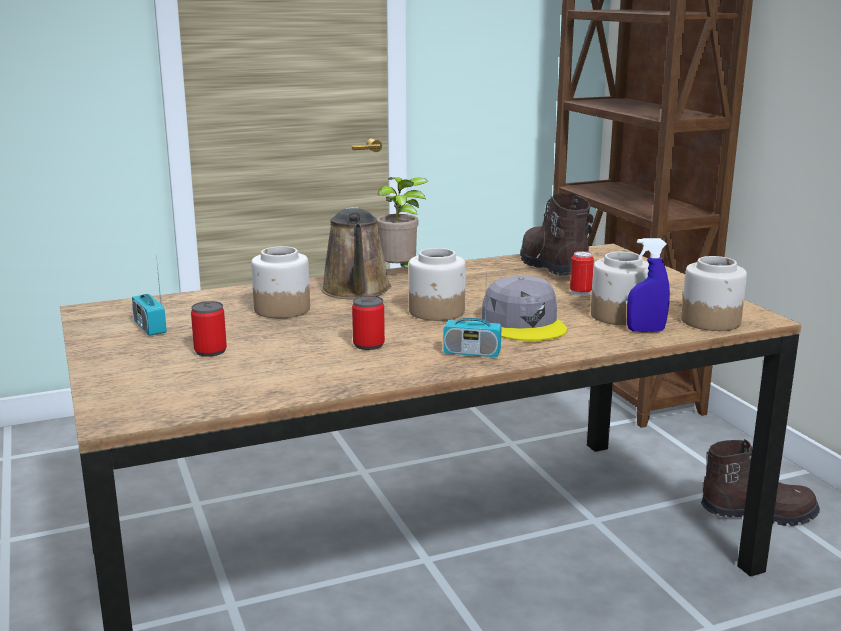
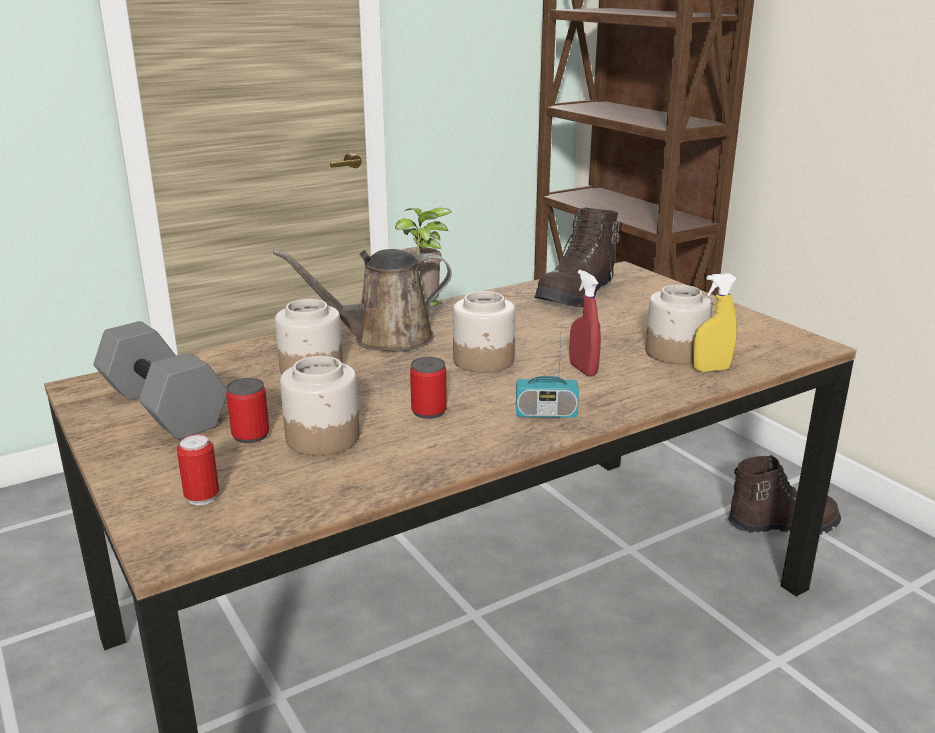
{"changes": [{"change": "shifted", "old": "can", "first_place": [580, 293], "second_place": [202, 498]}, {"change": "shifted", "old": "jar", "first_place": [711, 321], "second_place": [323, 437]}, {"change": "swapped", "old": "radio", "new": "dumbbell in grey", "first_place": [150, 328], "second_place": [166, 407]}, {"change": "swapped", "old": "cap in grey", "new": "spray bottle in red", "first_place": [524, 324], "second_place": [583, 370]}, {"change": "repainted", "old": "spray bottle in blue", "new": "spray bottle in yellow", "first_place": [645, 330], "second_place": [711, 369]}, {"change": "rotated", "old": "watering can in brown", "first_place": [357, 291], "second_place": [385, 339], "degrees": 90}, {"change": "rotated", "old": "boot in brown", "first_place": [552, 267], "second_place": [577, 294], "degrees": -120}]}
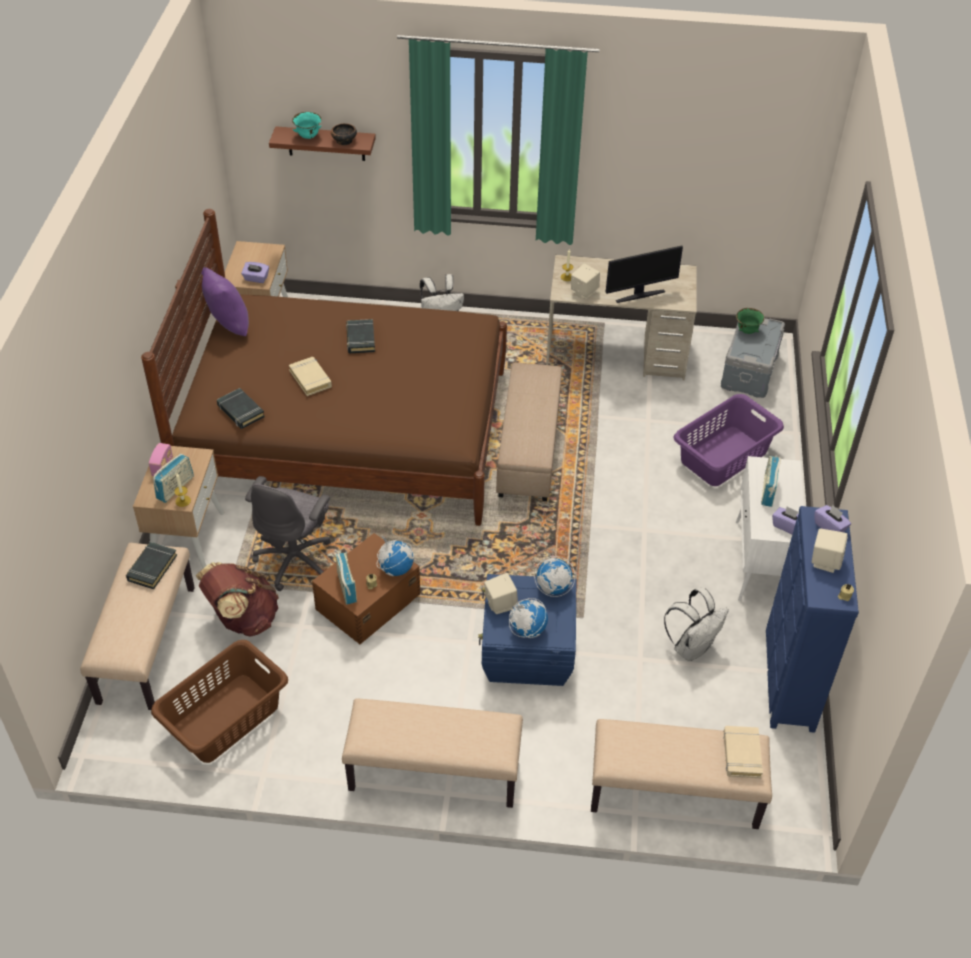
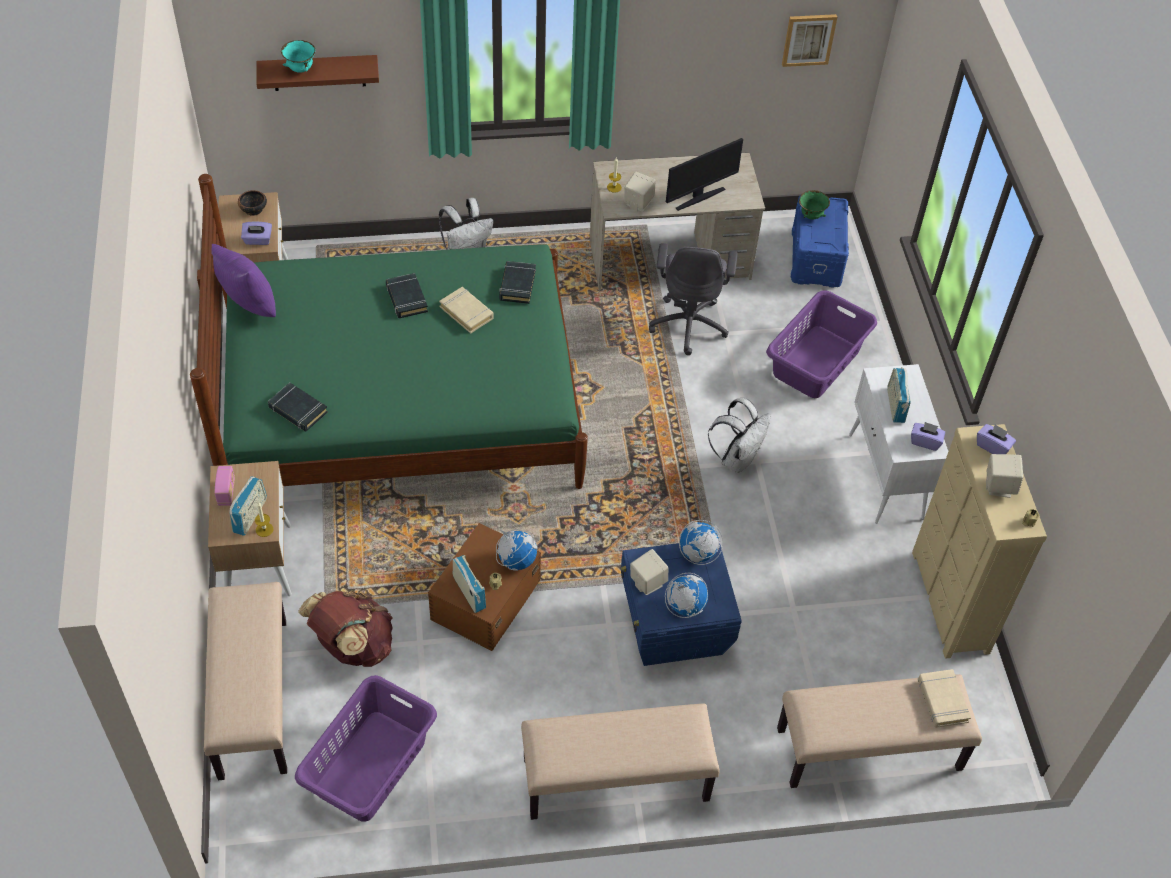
{"changes": [{"change": "gone", "old": "ottoman in beige", "first_place": [527, 449]}, {"change": "new", "new": "picture", "second_place": [808, 39]}, {"change": "shifted", "old": "book in black", "first_place": [152, 568], "second_place": [517, 285]}, {"change": "shifted", "old": "office chair in grey", "first_place": [295, 560], "second_place": [689, 324]}, {"change": "shifted", "old": "book in beige", "first_place": [310, 379], "second_place": [467, 312]}, {"change": "shifted", "old": "bowl", "first_place": [344, 141], "second_place": [253, 210]}, {"change": "shifted", "old": "backpack in white", "first_place": [692, 647], "second_place": [737, 458]}, {"change": "repainted", "old": "bed in brown", "new": "bed in green", "first_place": [347, 433], "second_place": [401, 404]}, {"change": "repainted", "old": "laundry basket in brown", "new": "laundry basket in purple", "first_place": [224, 718], "second_place": [369, 766]}, {"change": "repainted", "old": "storage box in grey", "new": "storage box in blue", "first_place": [750, 371], "second_place": [817, 257]}, {"change": "repainted", "old": "dresser in blue", "new": "dresser in beige", "first_place": [788, 680], "second_place": [948, 602]}]}
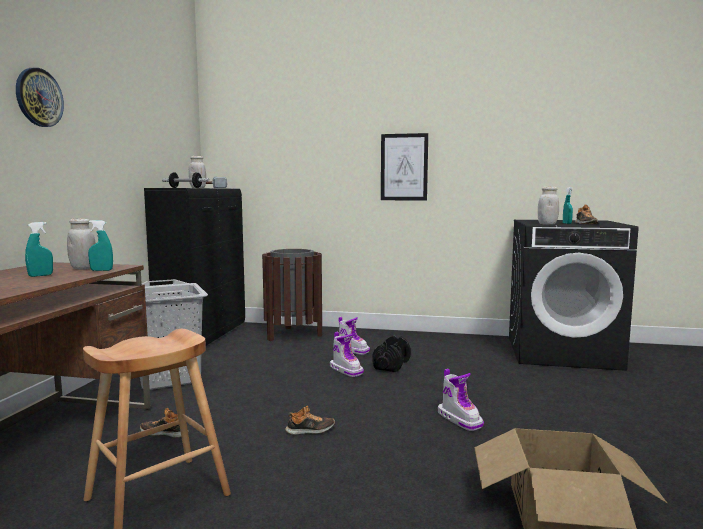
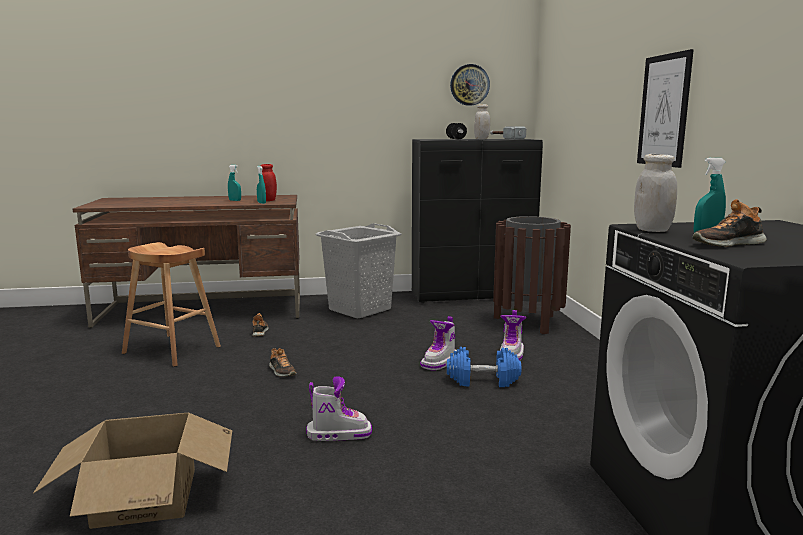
{"changes": [{"change": "shifted", "old": "wall clock", "first_place": [39, 97], "second_place": [469, 85]}, {"change": "repainted", "old": "jar in white", "new": "jar in red", "first_place": [83, 268], "second_place": [268, 200]}, {"change": "repainted", "old": "dumbbell in black", "new": "dumbbell in blue", "first_place": [391, 365], "second_place": [482, 380]}, {"change": "rotated", "old": "boot", "first_place": [460, 419], "second_place": [338, 434], "degrees": -135}]}
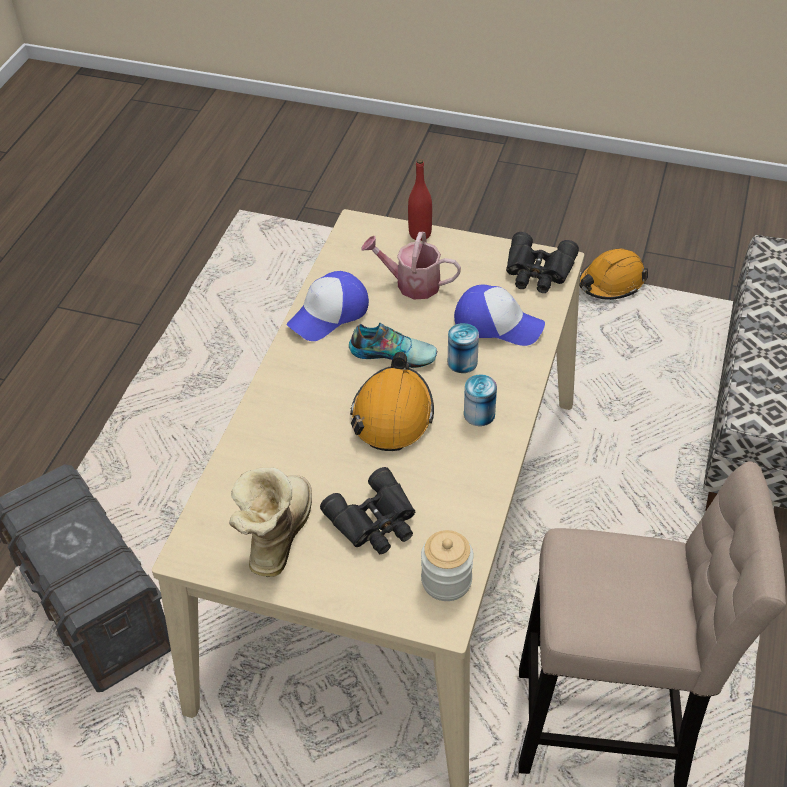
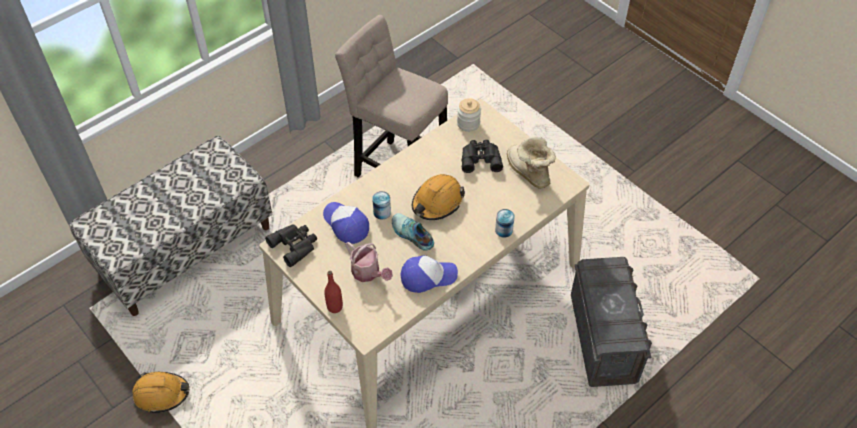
{"changes": [{"change": "shifted", "old": "can", "first_place": [479, 414], "second_place": [504, 230]}, {"change": "rotated", "old": "boot", "first_place": [275, 535], "second_place": [527, 173], "degrees": 105}]}
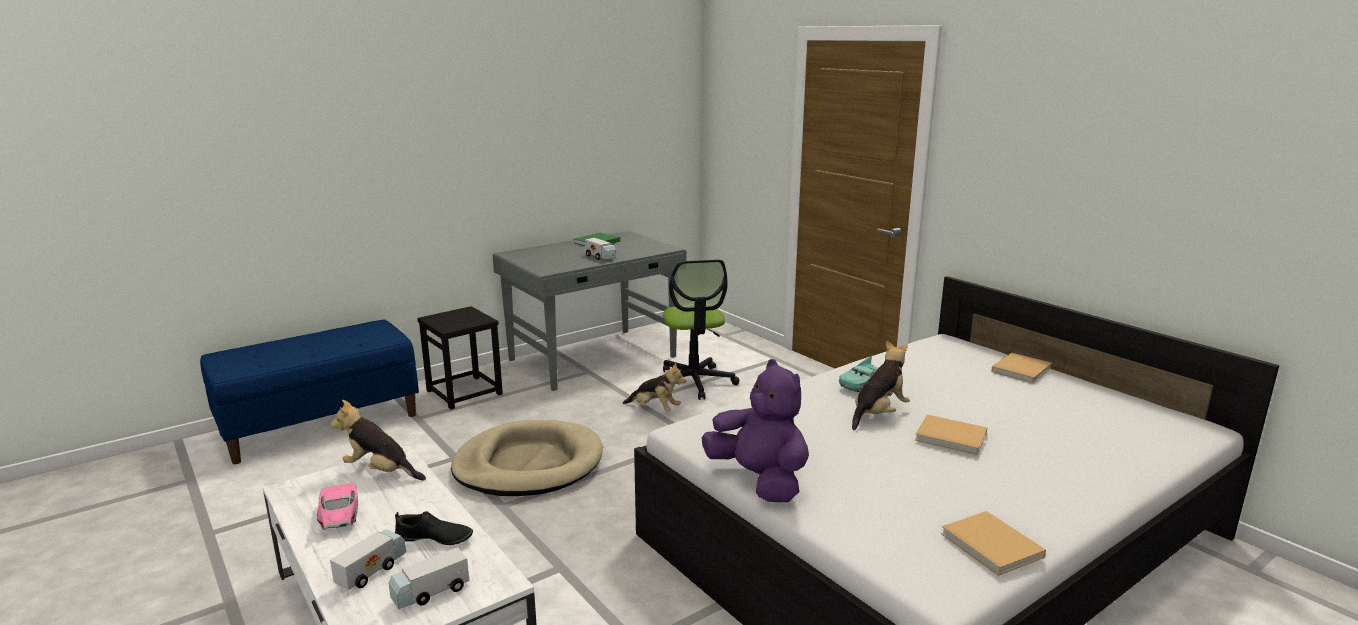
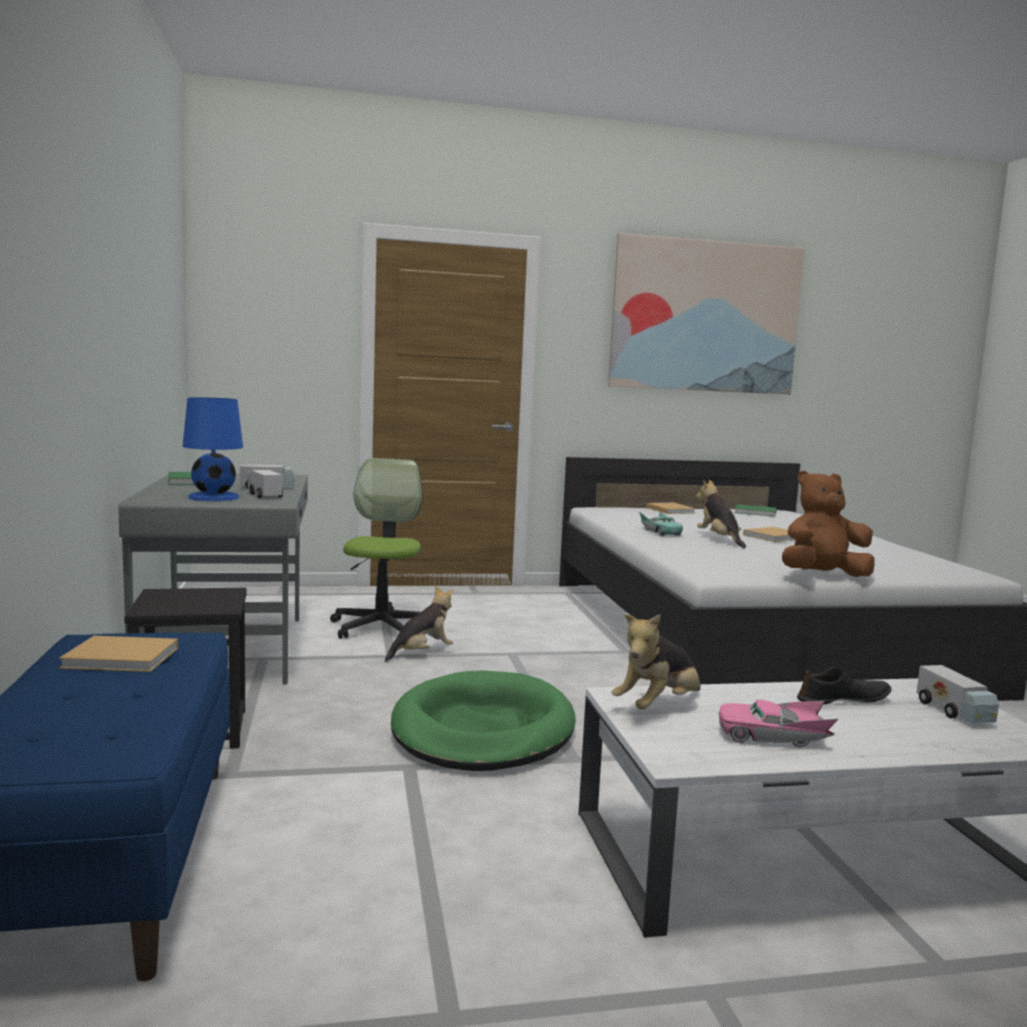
{"changes": [{"change": "new", "new": "table lamp in blue", "second_place": [213, 497]}, {"change": "new", "new": "picture", "second_place": [705, 316]}, {"change": "new", "new": "book in green", "second_place": [757, 512]}, {"change": "shifted", "old": "toy truck", "first_place": [372, 570], "second_place": [264, 495]}, {"change": "shifted", "old": "book in beige", "first_place": [993, 547], "second_place": [124, 658]}, {"change": "repainted", "old": "dog bed in beige", "new": "dog bed in green", "first_place": [528, 464], "second_place": [483, 729]}, {"change": "repainted", "old": "plush toy in purple", "new": "plush toy in brown", "first_place": [759, 480], "second_place": [822, 576]}, {"change": "rotated", "old": "shoe in black", "first_place": [434, 538], "second_place": [843, 700], "degrees": 45}, {"change": "rotated", "old": "office chair", "first_place": [694, 382], "second_place": [381, 627], "degrees": -105}]}
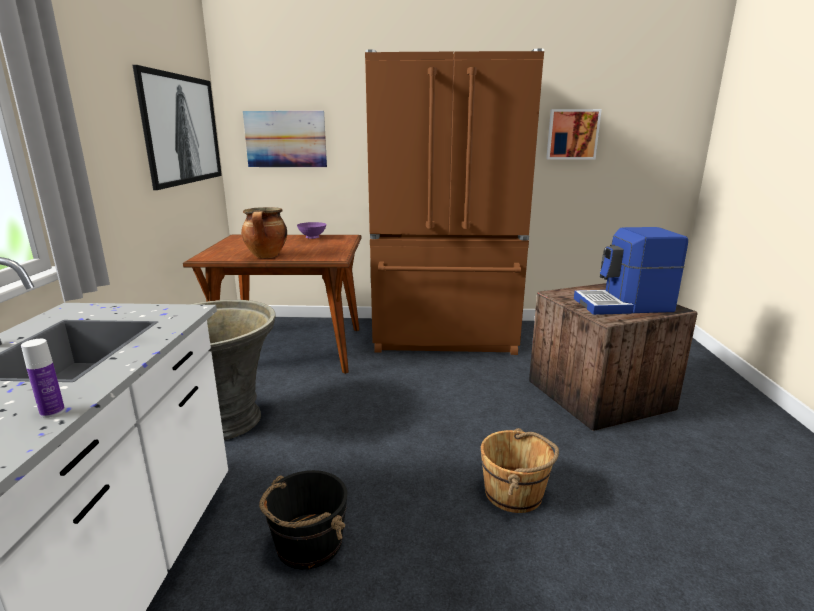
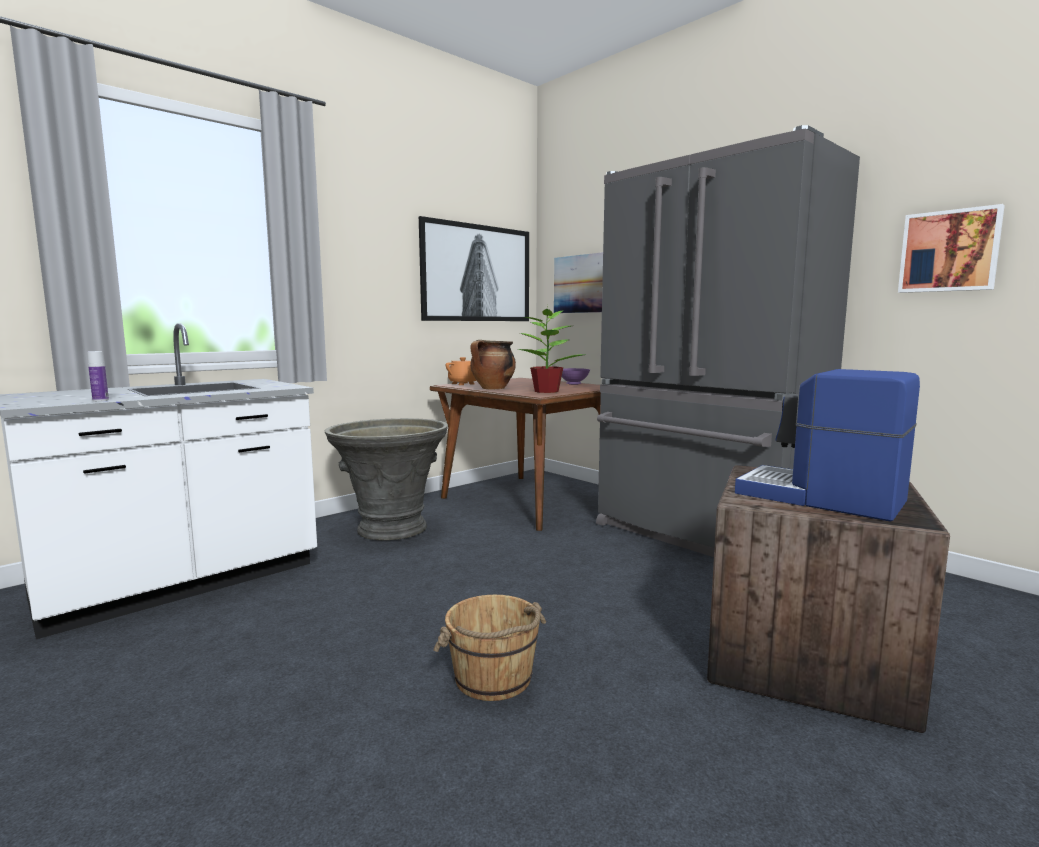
{"changes": [{"change": "gone", "old": "bucket in black", "first_place": [308, 544]}, {"change": "new", "new": "teapot in orange", "second_place": [463, 384]}, {"change": "new", "new": "potted plant", "second_place": [547, 391]}, {"change": "repainted", "old": "fridge in brown", "new": "fridge in grey", "first_place": [445, 338], "second_place": [702, 535]}]}
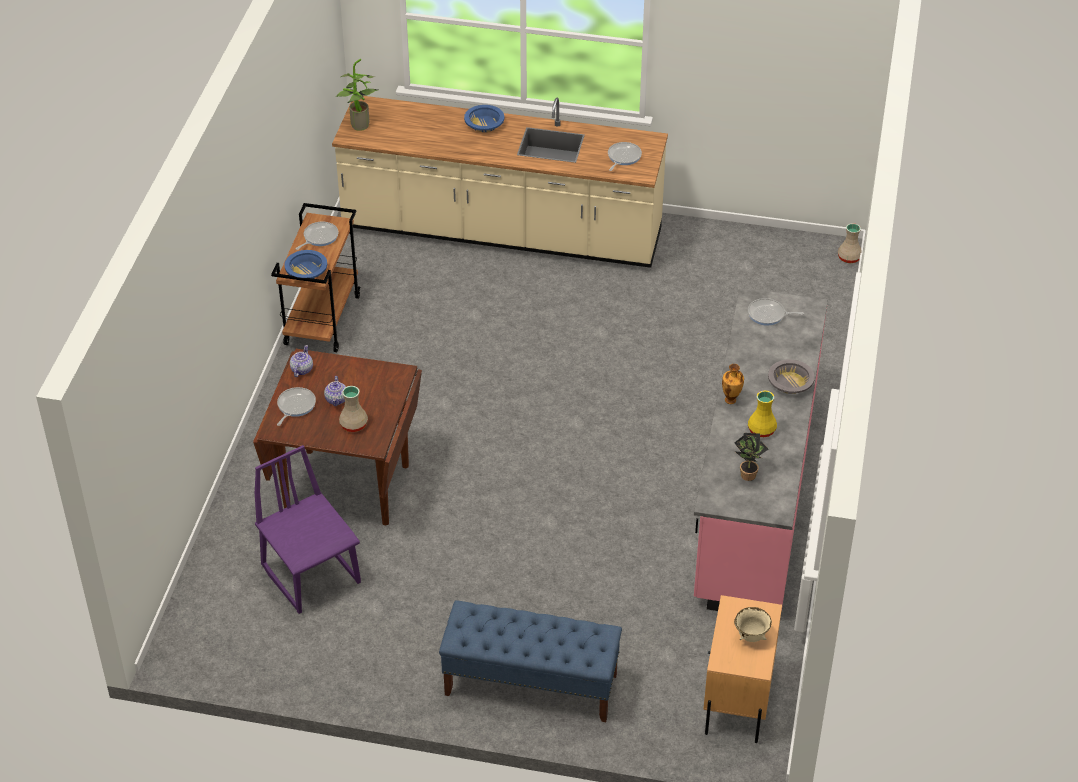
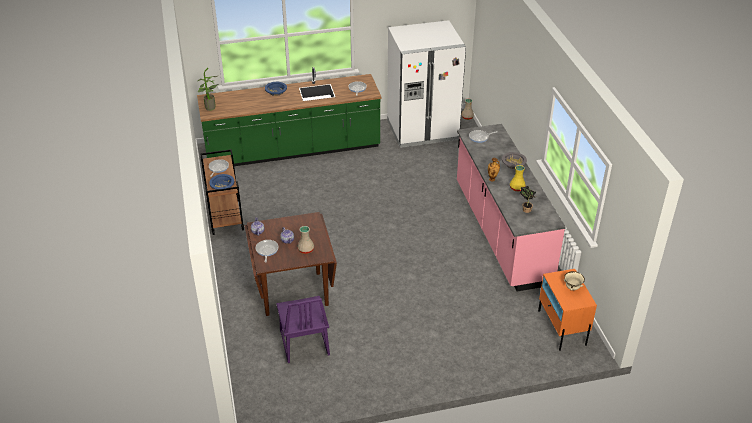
{"changes": [{"change": "gone", "old": "bench in blue", "first_place": [530, 685]}, {"change": "new", "new": "fridge in white", "second_place": [422, 130]}, {"change": "repainted", "old": "counter in beige", "new": "counter in green", "first_place": [502, 232], "second_place": [293, 150]}, {"change": "repainted", "old": "nightstand in beige", "new": "nightstand in orange", "first_place": [737, 698], "second_place": [562, 327]}, {"change": "rotated", "old": "chair in purple", "first_place": [312, 574], "second_place": [304, 343], "degrees": -135}]}
